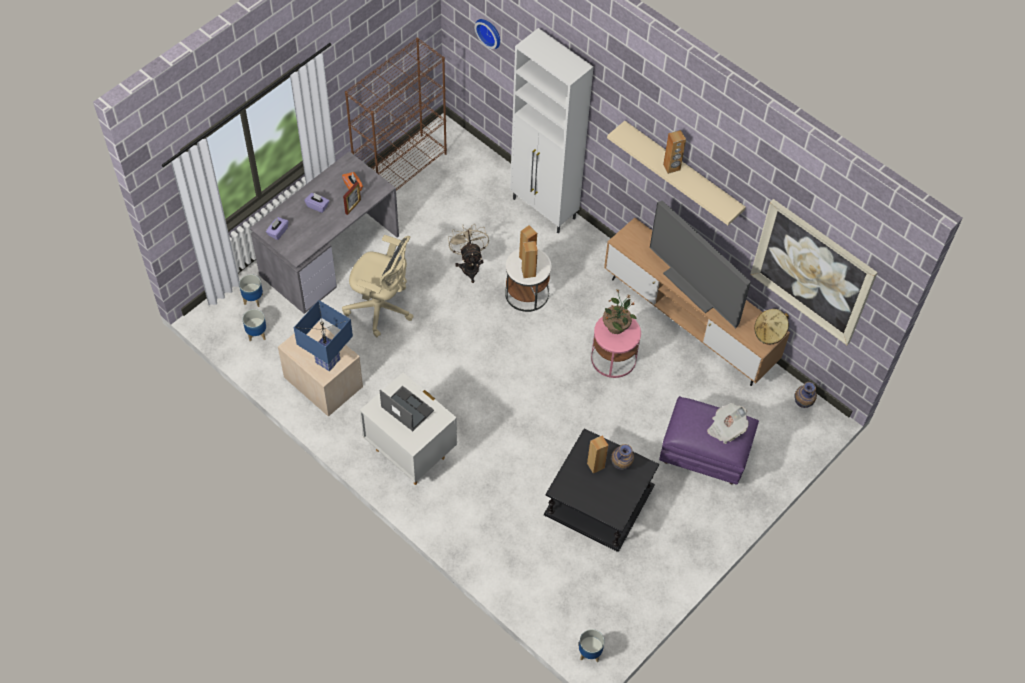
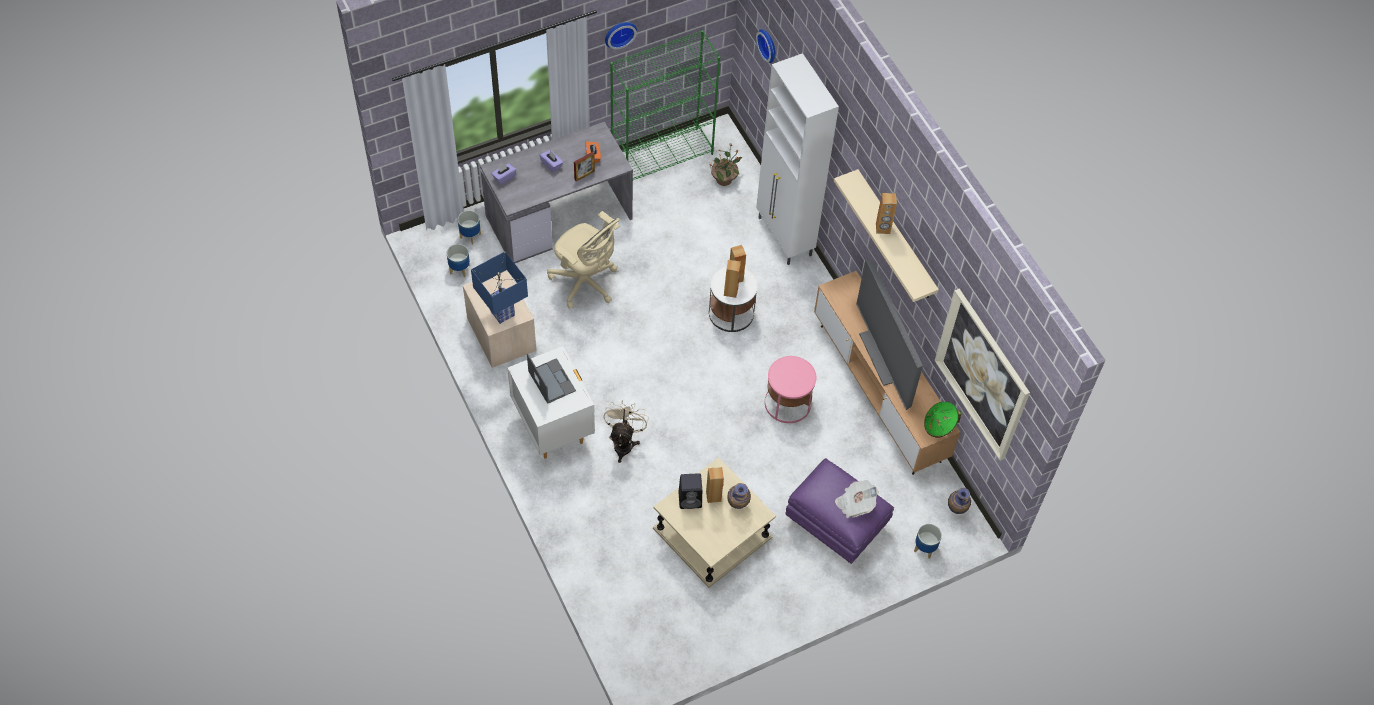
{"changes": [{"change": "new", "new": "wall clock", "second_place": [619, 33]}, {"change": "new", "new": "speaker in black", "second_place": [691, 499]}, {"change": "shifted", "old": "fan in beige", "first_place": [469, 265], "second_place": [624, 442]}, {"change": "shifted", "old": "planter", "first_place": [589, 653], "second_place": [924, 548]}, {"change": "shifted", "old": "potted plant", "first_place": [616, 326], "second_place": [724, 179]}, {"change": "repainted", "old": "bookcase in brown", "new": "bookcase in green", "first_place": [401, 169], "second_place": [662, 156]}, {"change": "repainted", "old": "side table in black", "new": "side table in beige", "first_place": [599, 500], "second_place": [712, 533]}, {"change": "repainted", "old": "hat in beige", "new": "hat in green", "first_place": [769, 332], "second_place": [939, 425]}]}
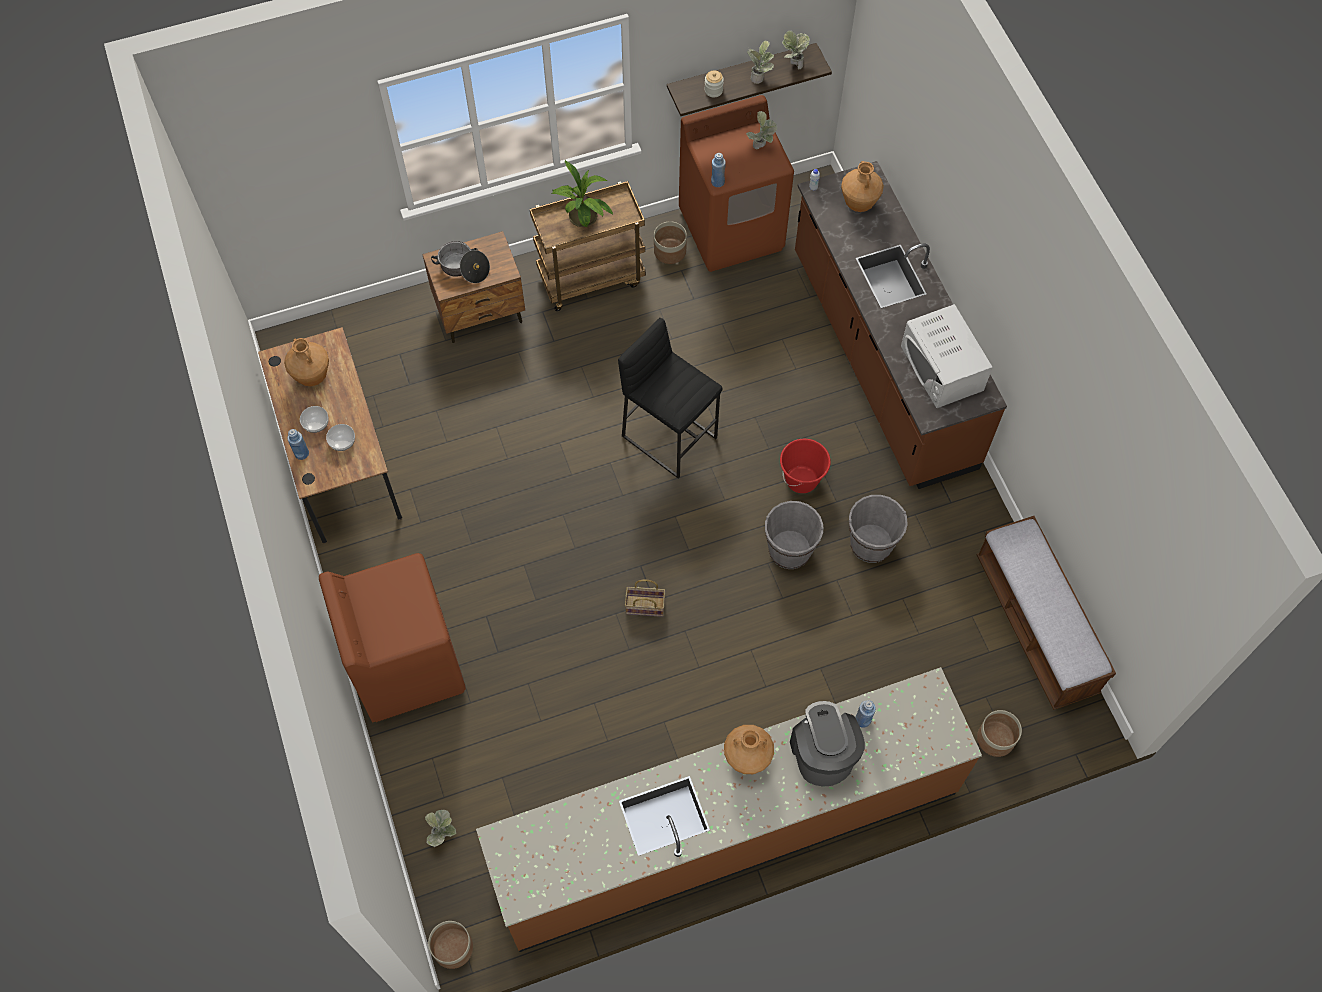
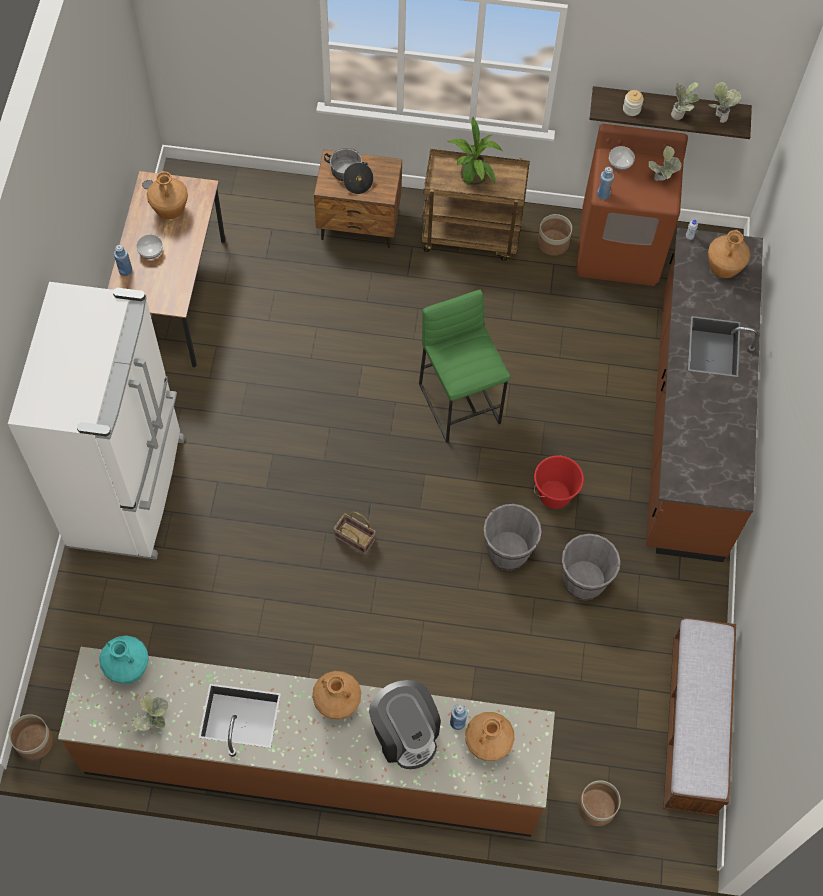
{"changes": [{"change": "gone", "old": "microwave in white", "first_place": [942, 368]}, {"change": "new", "new": "vase in turquoise", "second_place": [128, 669]}, {"change": "new", "new": "vase in brown", "second_place": [487, 745]}, {"change": "shifted", "old": "bowl", "first_place": [343, 442], "second_place": [620, 164]}, {"change": "shifted", "old": "potted plant", "first_place": [443, 834], "second_place": [155, 723]}, {"change": "swapped", "old": "washing machine in brown", "new": "fridge in white", "first_place": [407, 666], "second_place": [130, 491]}, {"change": "repainted", "old": "stool in black", "new": "stool in green", "first_place": [670, 436], "second_place": [460, 403]}, {"change": "rotated", "old": "coffee machine", "first_place": [822, 753], "second_place": [405, 733], "degrees": 135}]}
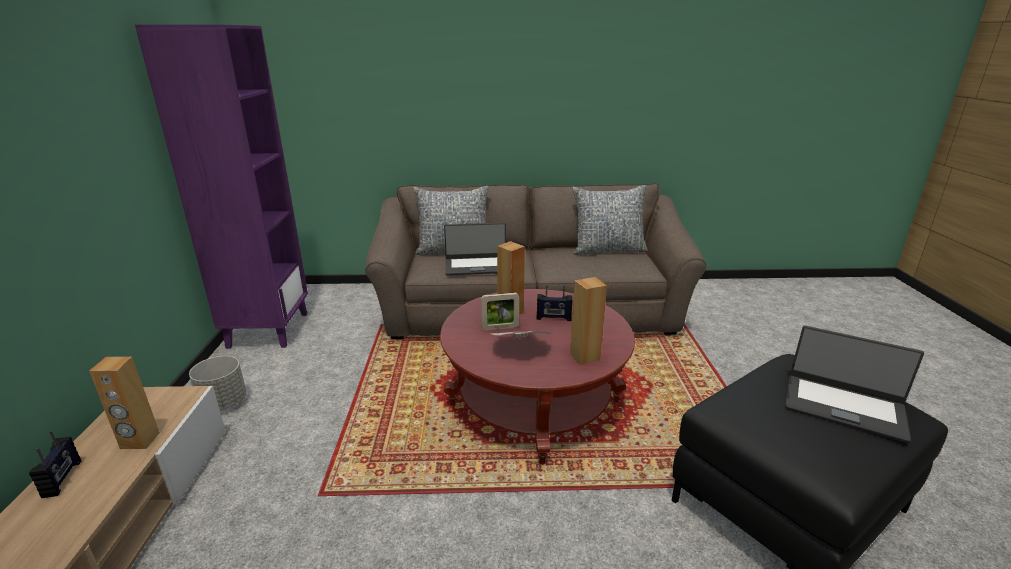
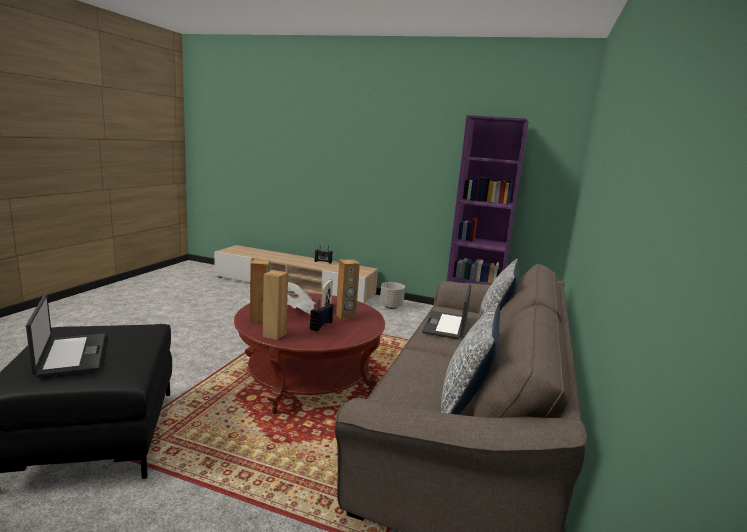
{"changes": [{"change": "shifted", "old": "speaker in brown", "first_place": [139, 441], "second_place": [274, 335]}, {"change": "rotated", "old": "laptop", "first_place": [843, 406], "second_place": [70, 355], "degrees": 105}]}
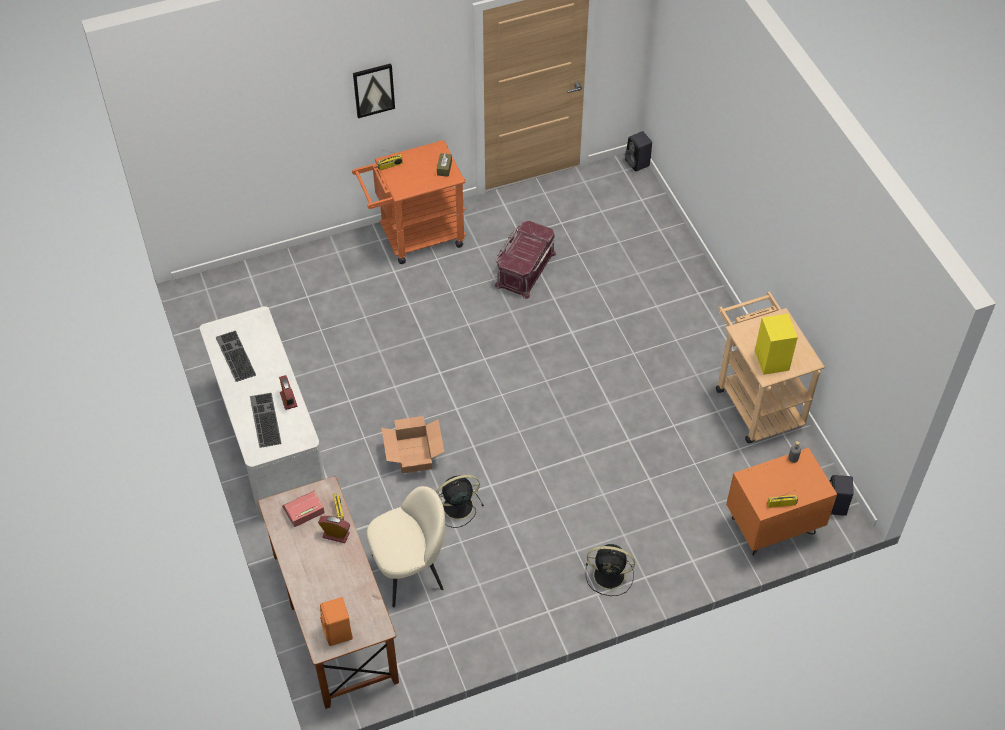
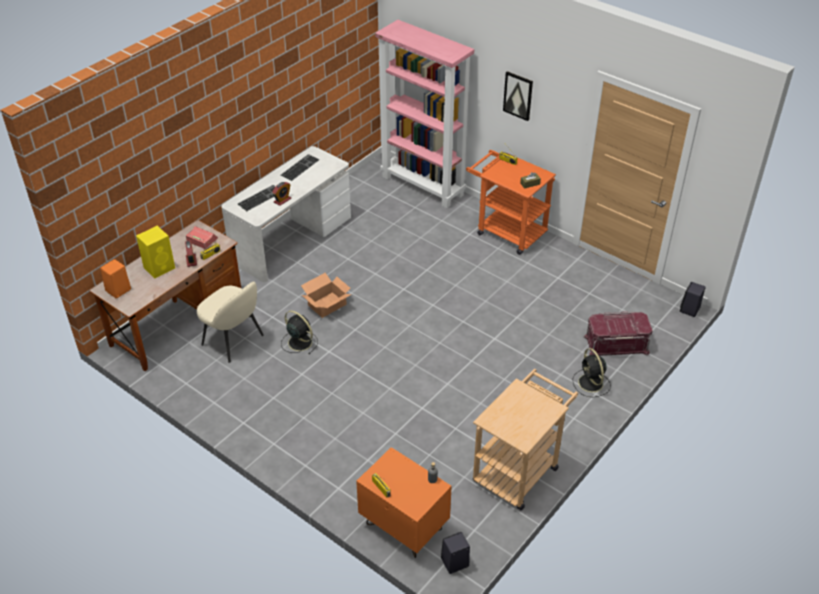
{"changes": [{"change": "new", "new": "bookcase in pink", "second_place": [423, 186]}, {"change": "shifted", "old": "storage box in red", "first_place": [524, 269], "second_place": [616, 344]}, {"change": "shifted", "old": "fan in black", "first_place": [610, 575], "second_place": [591, 384]}, {"change": "shifted", "old": "speaker in yellow", "first_place": [771, 360], "second_place": [160, 267]}]}
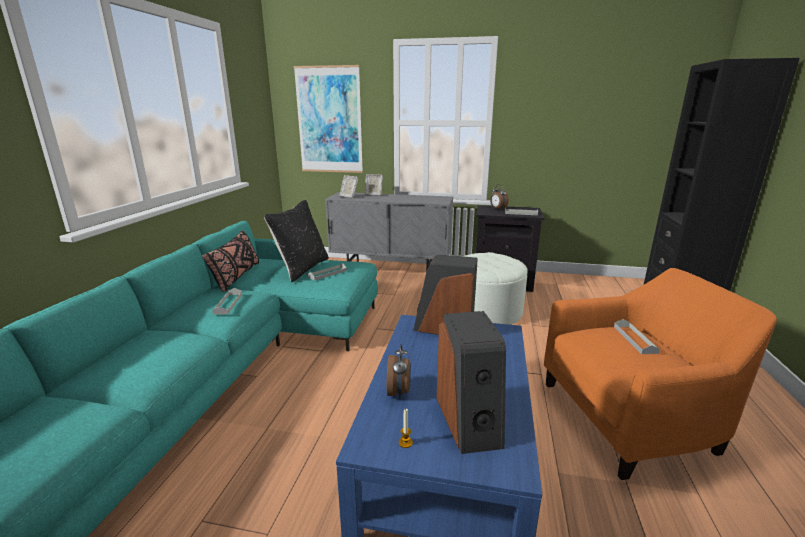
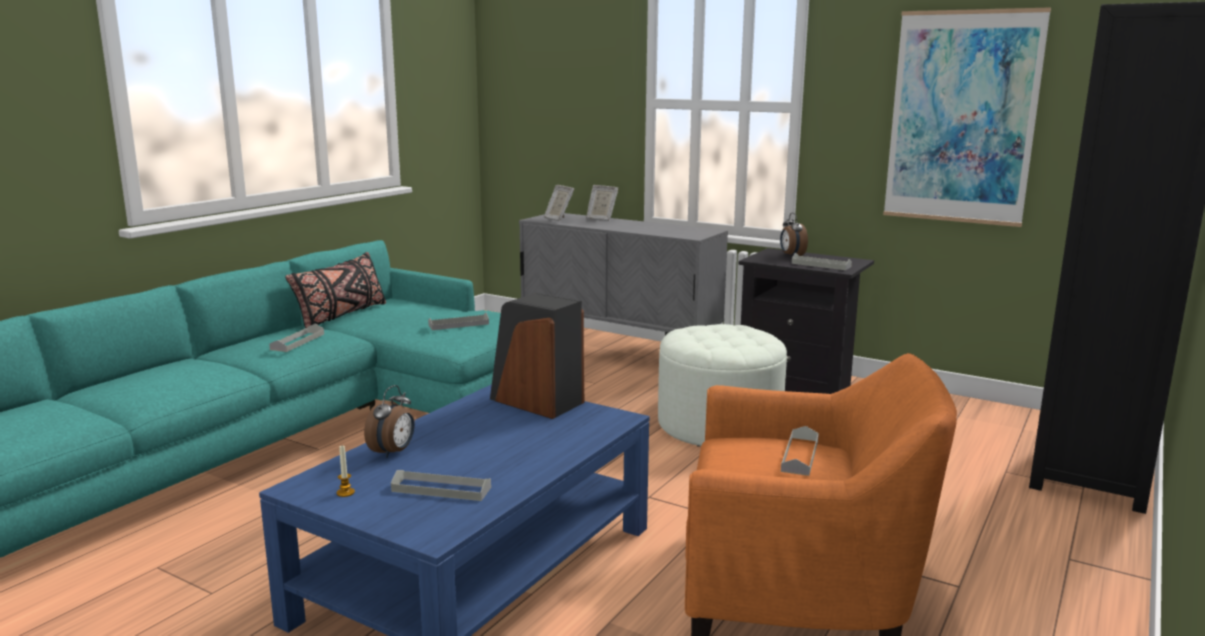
{"changes": [{"change": "gone", "old": "pillow in black", "first_place": [301, 268]}, {"change": "shifted", "old": "picture", "first_place": [329, 120], "second_place": [962, 118]}, {"change": "swapped", "old": "speaker", "new": "tray in grey", "first_place": [469, 420], "second_place": [441, 489]}]}
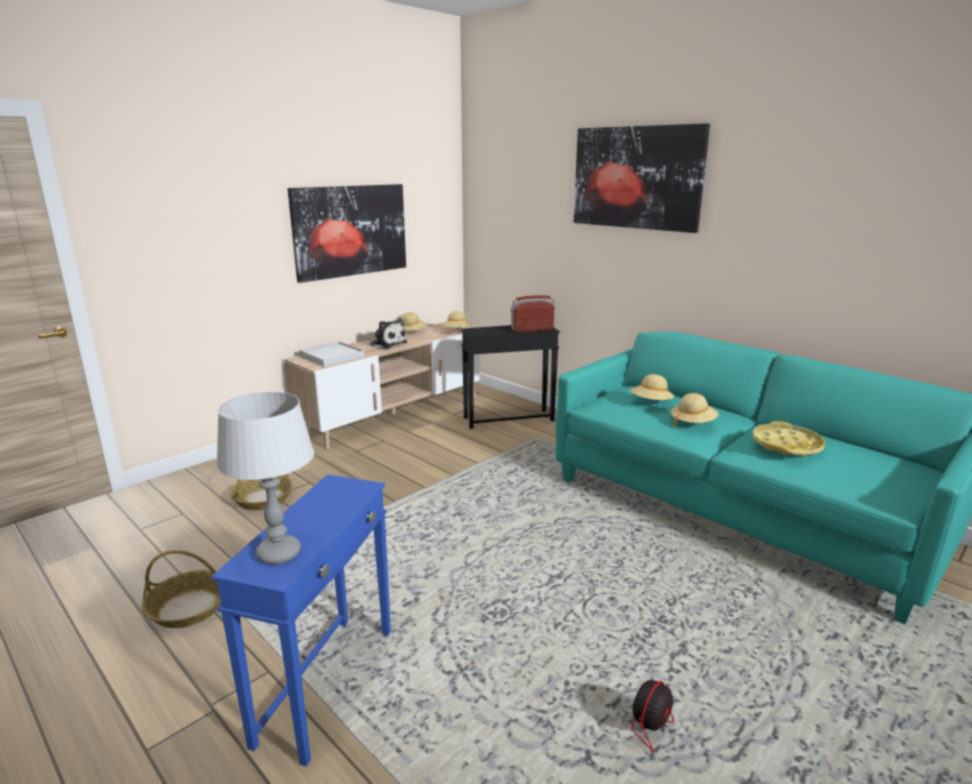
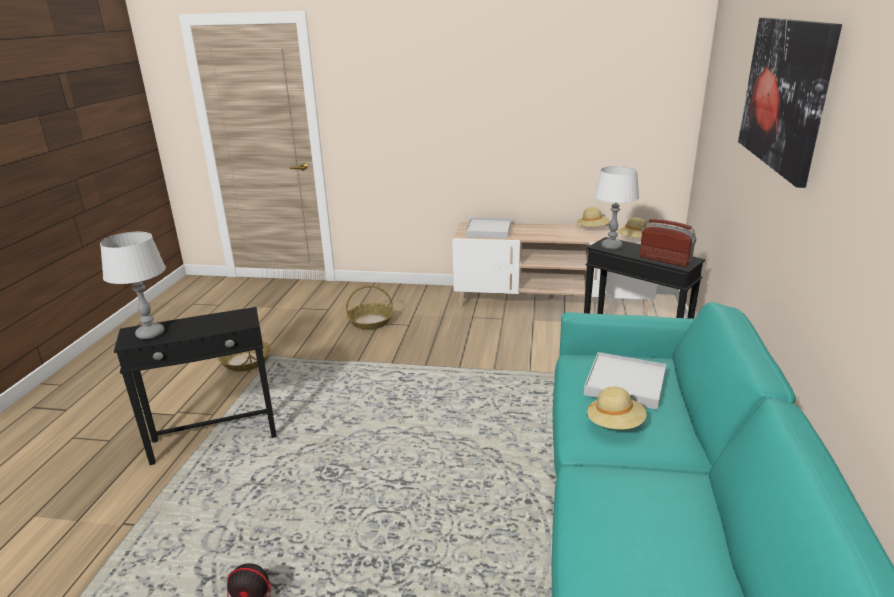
{"changes": [{"change": "gone", "old": "picture", "first_place": [350, 231]}, {"change": "gone", "old": "plush toy", "first_place": [387, 344]}, {"change": "gone", "old": "tray in yellow", "first_place": [787, 445]}, {"change": "new", "new": "table lamp in white", "second_place": [611, 246]}, {"change": "swapped", "old": "hat in beige", "new": "tray in white", "first_place": [651, 403], "second_place": [625, 384]}, {"change": "repainted", "old": "side table in blue", "new": "side table in black", "first_place": [328, 683], "second_place": [215, 439]}]}
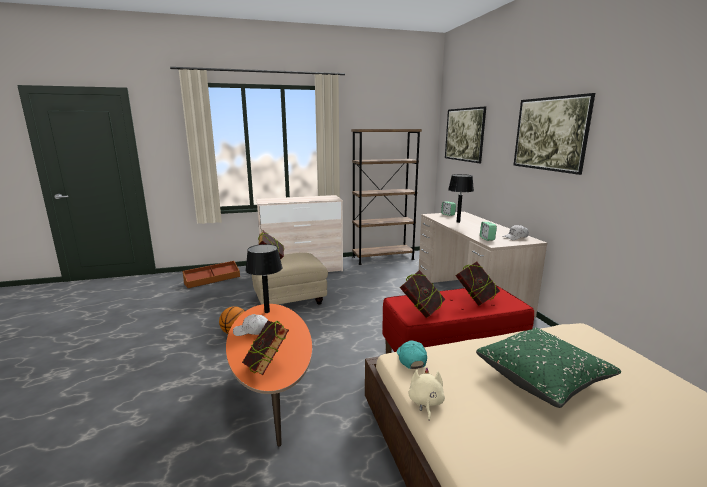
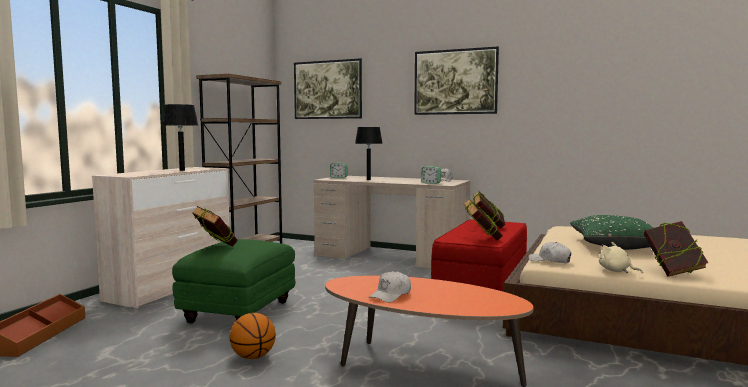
{"changes": [{"change": "shifted", "old": "book", "first_place": [266, 367], "second_place": [673, 273]}, {"change": "shifted", "old": "table lamp in black", "first_place": [267, 311], "second_place": [182, 170]}, {"change": "repainted", "old": "ottoman in beige", "new": "ottoman in green", "first_place": [290, 300], "second_place": [239, 312]}, {"change": "repainted", "old": "cap in turquoise", "new": "cap in white", "first_place": [411, 359], "second_place": [550, 261]}]}
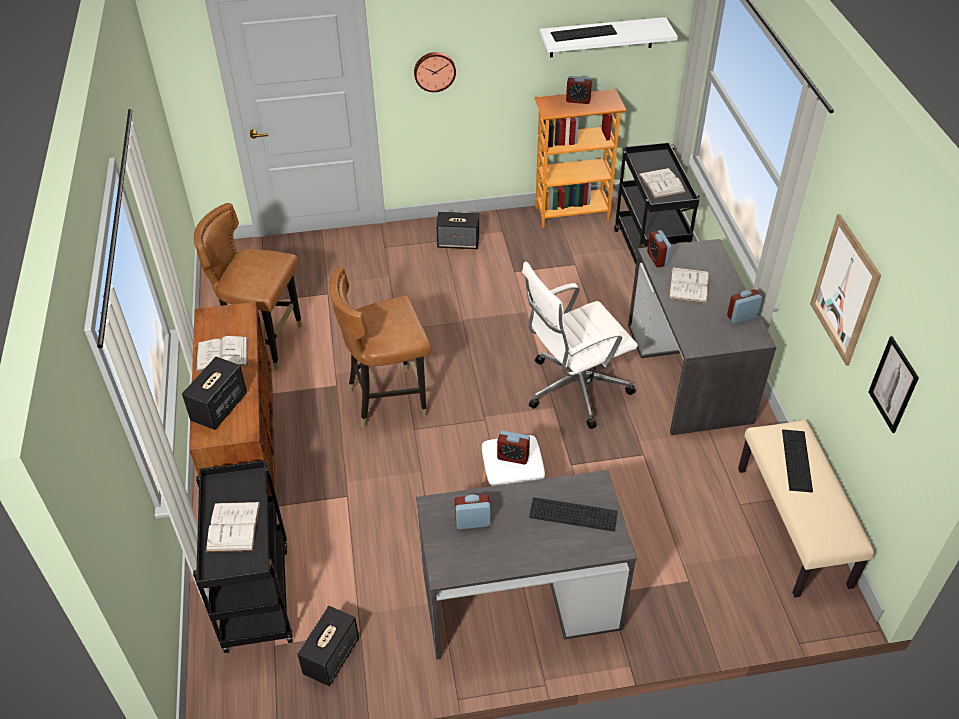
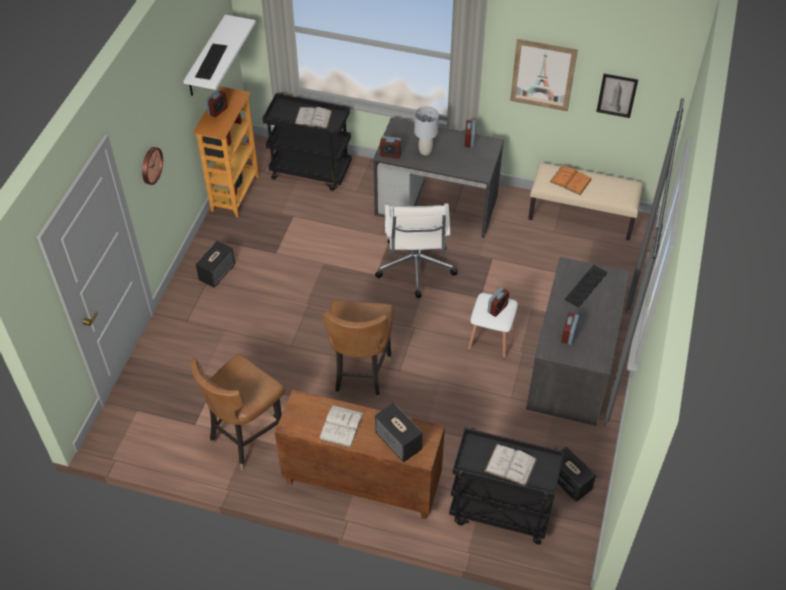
{"changes": [{"change": "swapped", "old": "book in white", "new": "table lamp in grey", "first_place": [688, 285], "second_place": [425, 151]}, {"change": "swapped", "old": "keyboard", "new": "book in orange", "first_place": [796, 460], "second_place": [570, 180]}]}
